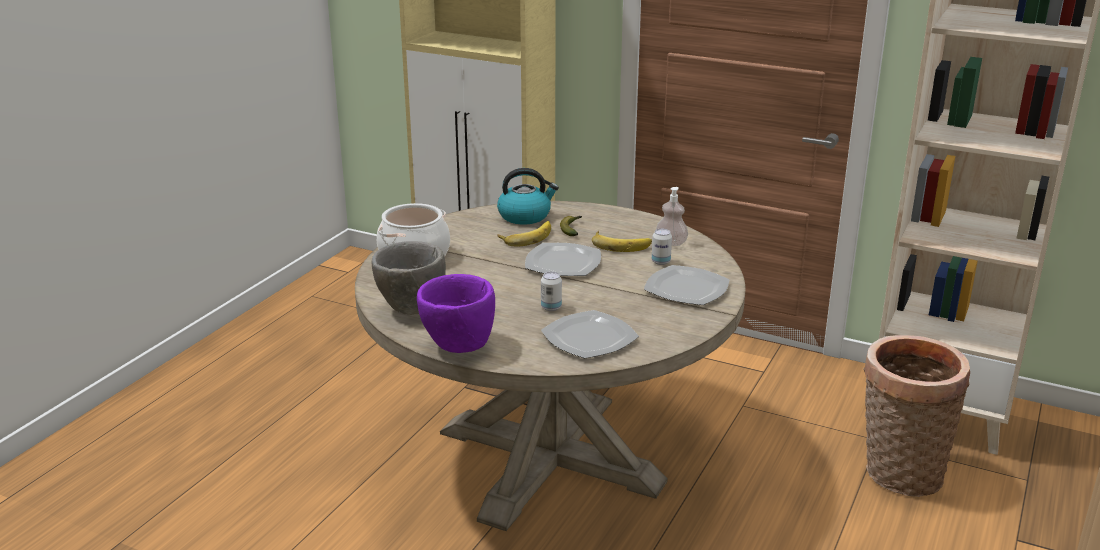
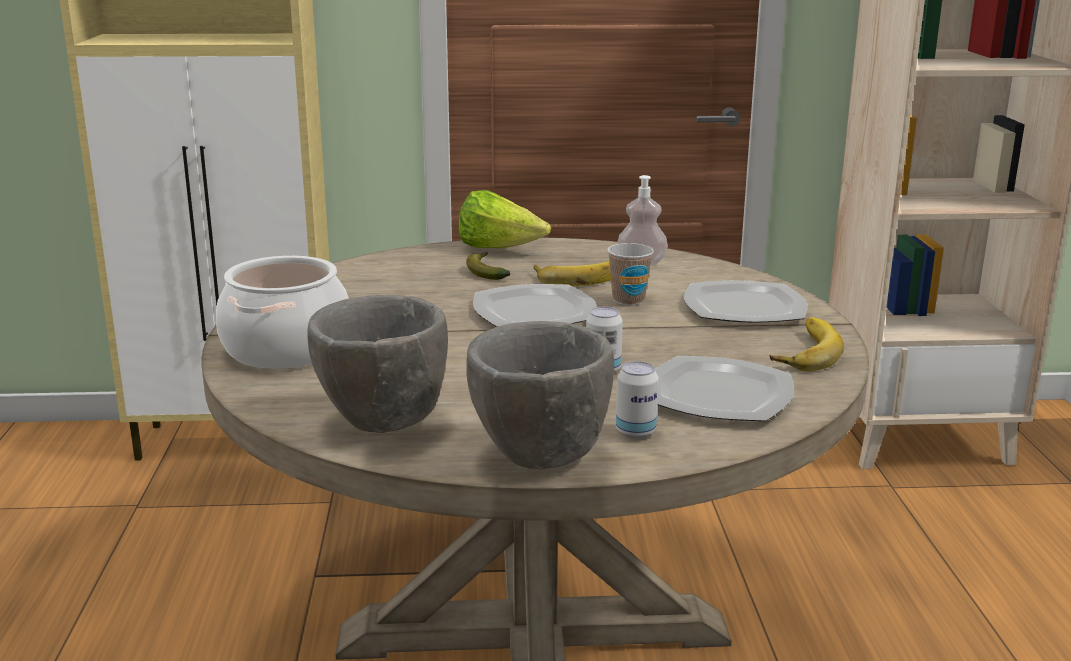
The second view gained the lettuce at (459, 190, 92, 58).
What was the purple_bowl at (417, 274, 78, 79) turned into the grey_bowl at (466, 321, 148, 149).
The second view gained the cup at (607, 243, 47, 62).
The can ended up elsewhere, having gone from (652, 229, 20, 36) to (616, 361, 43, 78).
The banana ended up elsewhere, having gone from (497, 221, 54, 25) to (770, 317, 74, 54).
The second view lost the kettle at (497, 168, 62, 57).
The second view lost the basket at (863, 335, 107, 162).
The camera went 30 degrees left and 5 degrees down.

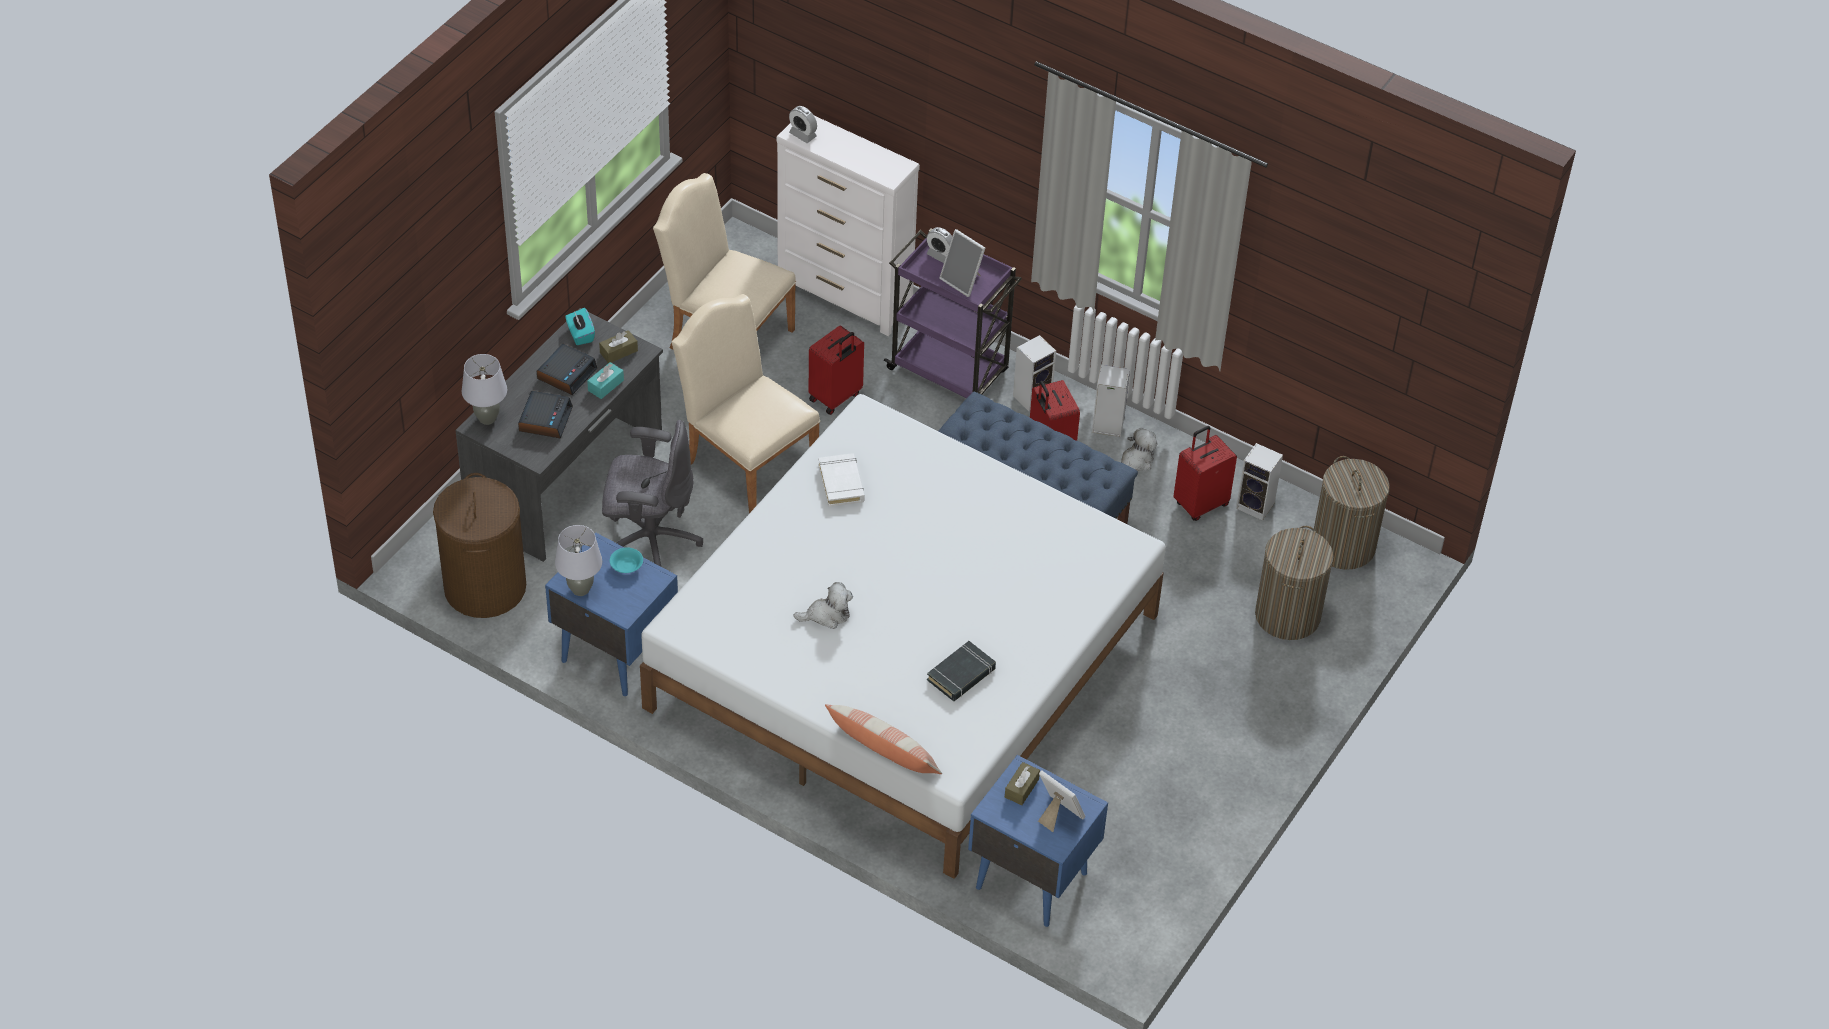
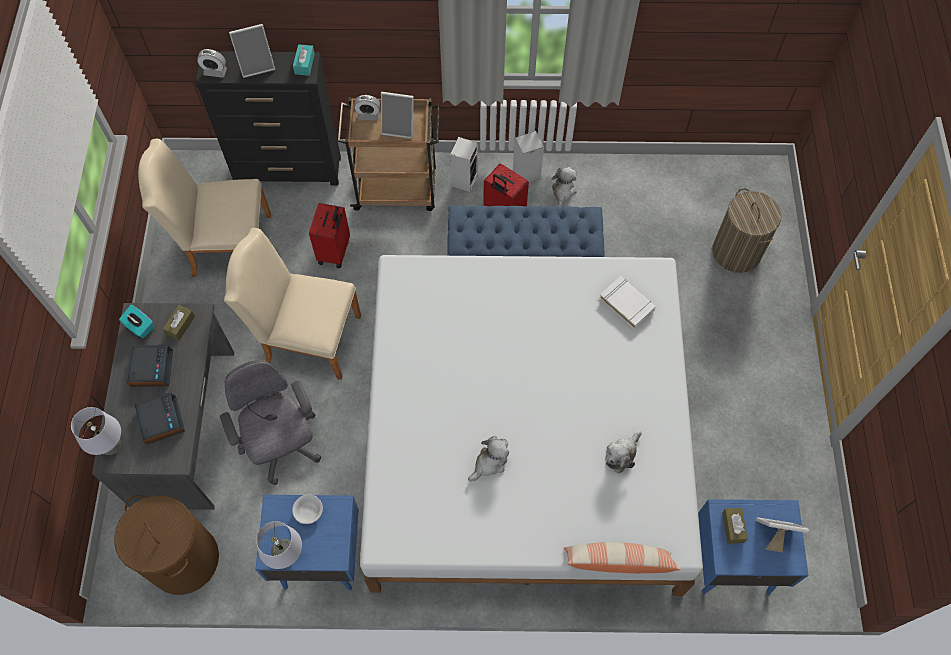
What was the white_dresser at (776, 116, 144, 220) turned into the black_dresser at (195, 51, 146, 135).
The grey_office_chair at (602, 420, 101, 146) ended up facing another way, 90 degrees counterclockwise from before.
The second view gained the picture_frame at (229, 24, 46, 54).
What was the turquoise_bowl at (610, 547, 33, 26) turned into the white_bowl at (292, 495, 31, 29).
The turquoise_tissue_box ended up elsewhere, having gone from (587, 362, 37, 37) to (293, 44, 22, 32).
What was the purple_cart at (884, 228, 138, 170) turned into the brown_cart at (337, 98, 103, 113).
The white_book ended up elsewhere, having gone from (818, 453, 47, 54) to (599, 276, 57, 53).
Where the black_book stood at (927, 641, 69, 60), the plush_toy came to stand at (605, 432, 37, 41).
The second view lost the red_suitcase at (1173, 426, 64, 95).
The second view lost the speaker at (1236, 443, 47, 78).
The second view lost the laundry_basket at (1314, 456, 76, 114).
The camera went 30 degrees left and 15 degrees up.

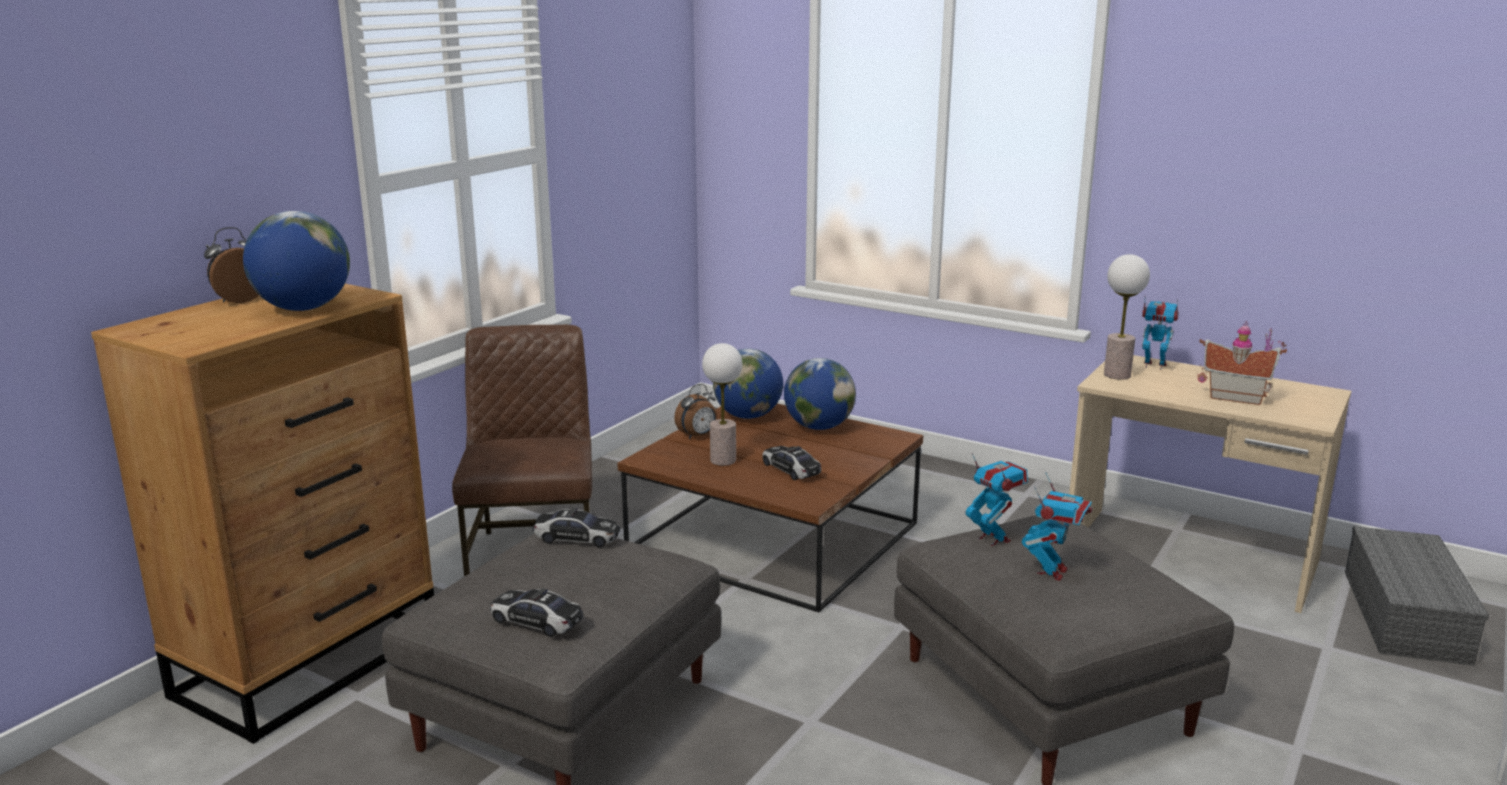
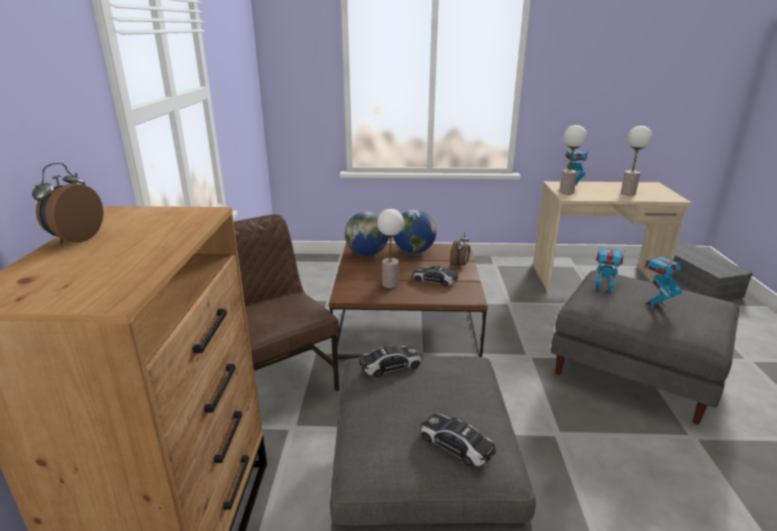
The toy_car at (490, 588, 94, 49) ended up facing another way, 45 degrees clockwise from before.
The alarm_clock ended up elsewhere, having gone from (674, 384, 43, 55) to (450, 233, 20, 36).
Where the toy_house stood at (1198, 321, 89, 84), the table_lamp came to stand at (621, 126, 31, 69).
The toy_robot at (1022, 472, 71, 109) ended up facing another way, 120 degrees counterclockwise from before.
The second view lost the globe at (243, 211, 107, 100).
The camera went 30 degrees left and 5 degrees up.

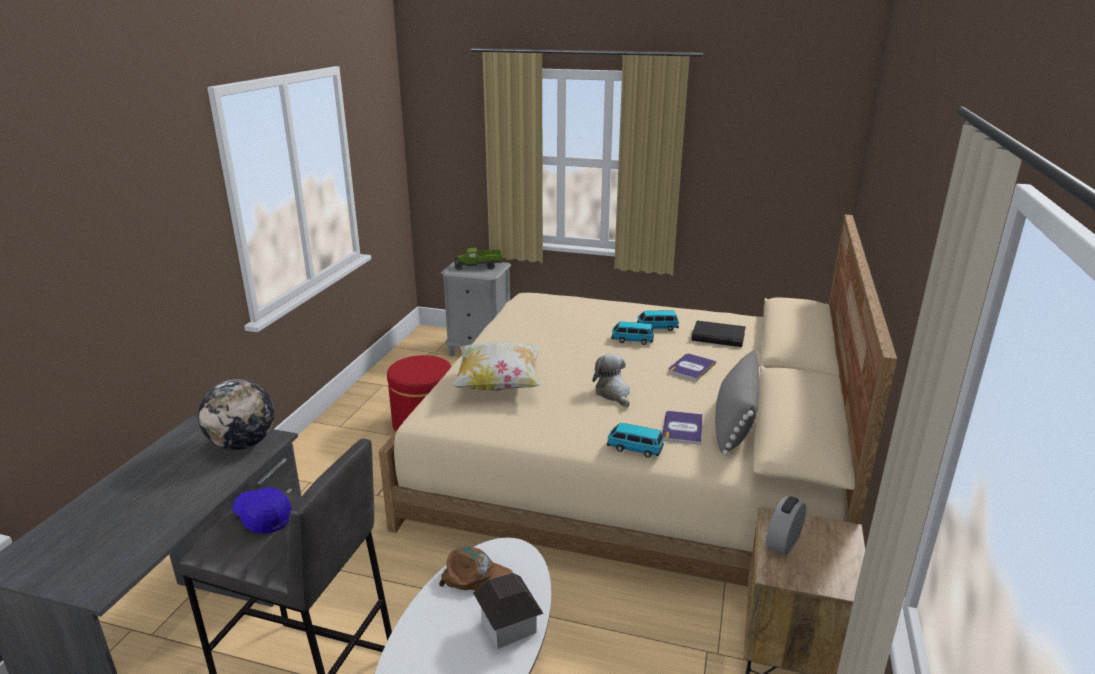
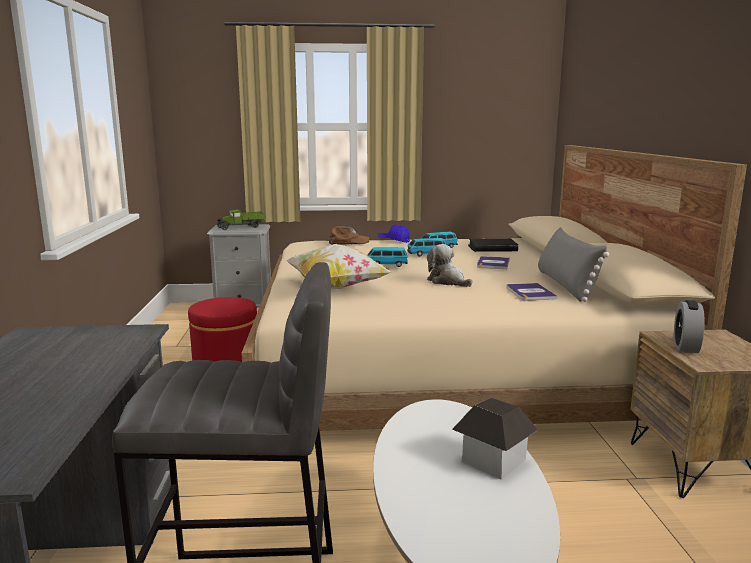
The brown_cap ended up elsewhere, having gone from (439, 547, 74, 44) to (329, 226, 41, 19).
The toy_car ended up elsewhere, having gone from (607, 423, 57, 35) to (367, 247, 41, 20).
The blue_cap ended up elsewhere, having gone from (233, 487, 59, 47) to (378, 225, 32, 18).
The second view lost the globe at (198, 379, 77, 71).
The camera went 20 degrees left and 10 degrees down.

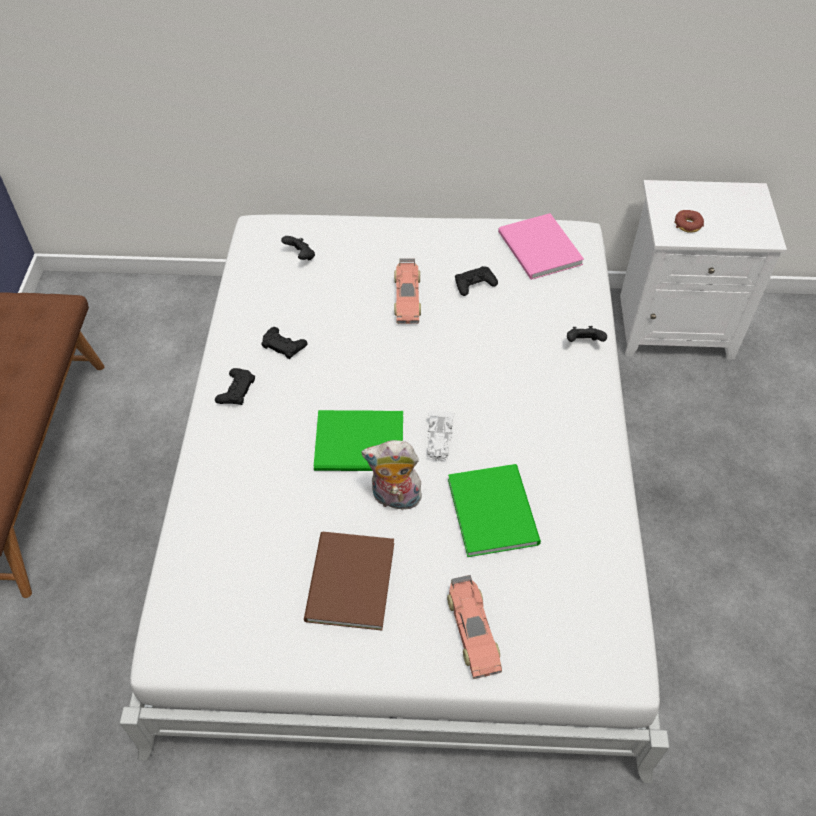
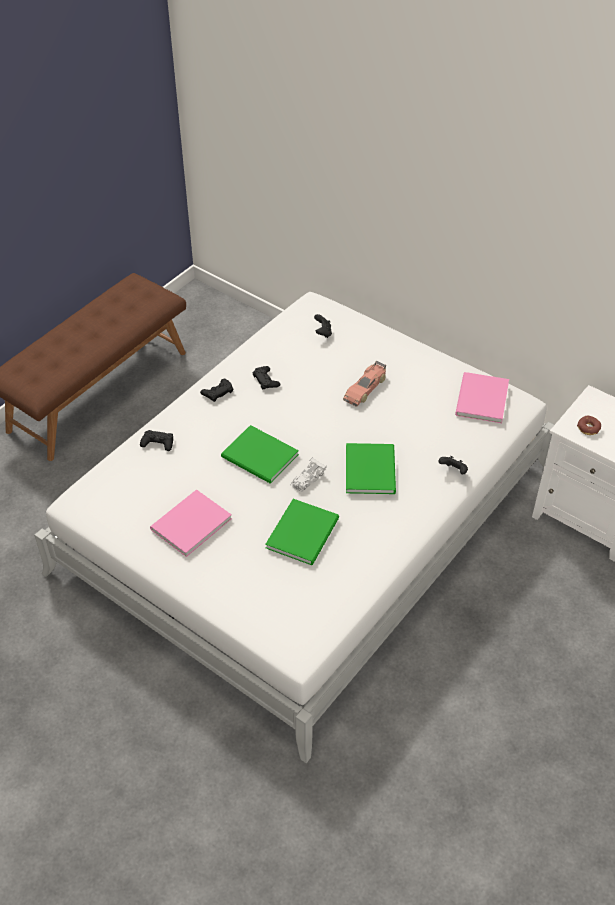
The black_game_controller ended up elsewhere, having gone from (455, 266, 43, 30) to (140, 430, 33, 21).
What was the brown_book at (304, 532, 90, 98) turned into the pink_book at (150, 490, 82, 67).
The second view gained the green_book at (346, 443, 50, 51).
The second view lost the plush_toy at (361, 440, 61, 74).
The second view lost the toy_car at (447, 575, 55, 104).
The camera went 35 degrees right and 5 degrees down.

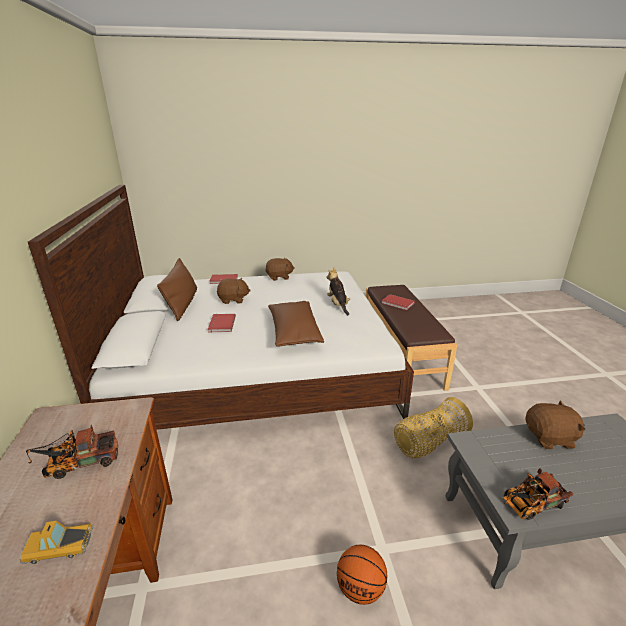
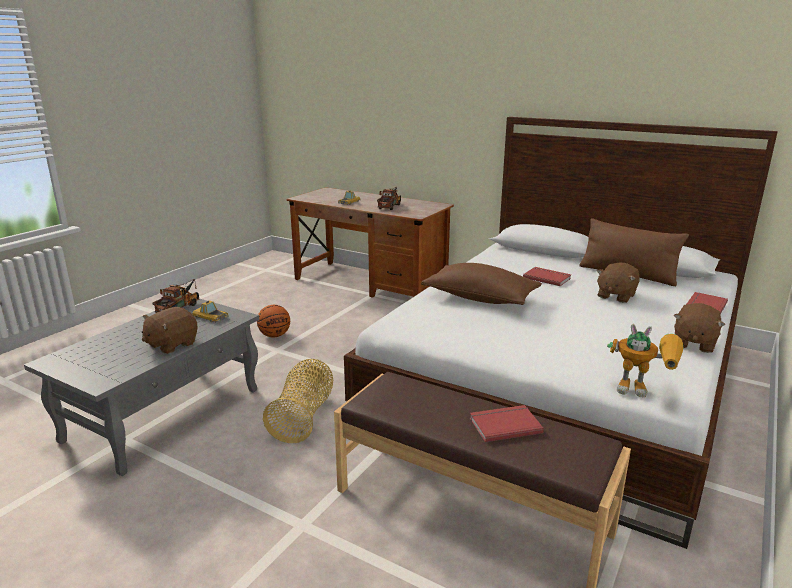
The second view gained the toy_car at (192, 301, 37, 21).
The second view gained the toy_robot at (607, 324, 76, 74).
The second view lost the plush_toy at (327, 268, 23, 47).
The camera went 130 degrees right and 5 degrees down.

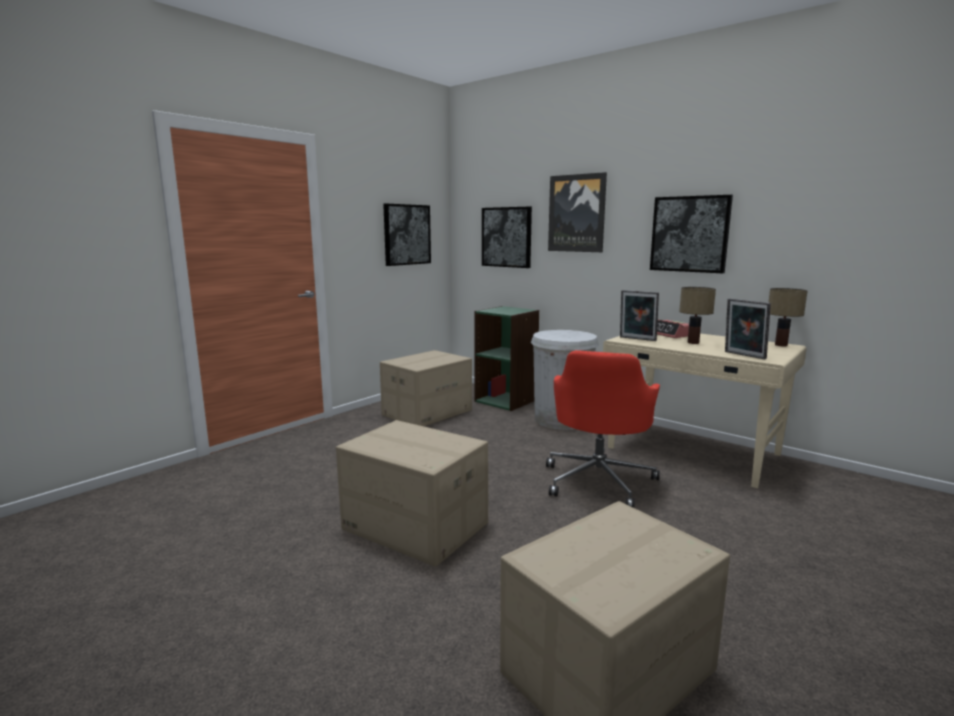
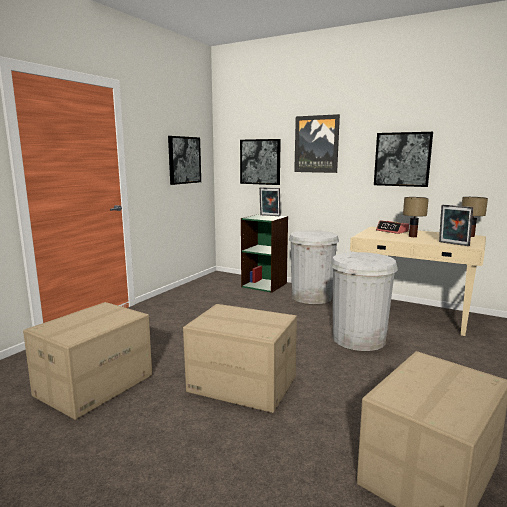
The cardboard_box ended up elsewhere, having gone from (380, 350, 92, 76) to (23, 302, 129, 118).
The picture_frame ended up elsewhere, having gone from (620, 290, 39, 51) to (259, 187, 21, 29).
Where the red_office_chair stood at (546, 350, 114, 158), the white_trash_can came to stand at (330, 252, 68, 99).
The camera went 10 degrees left and 0 degrees up.

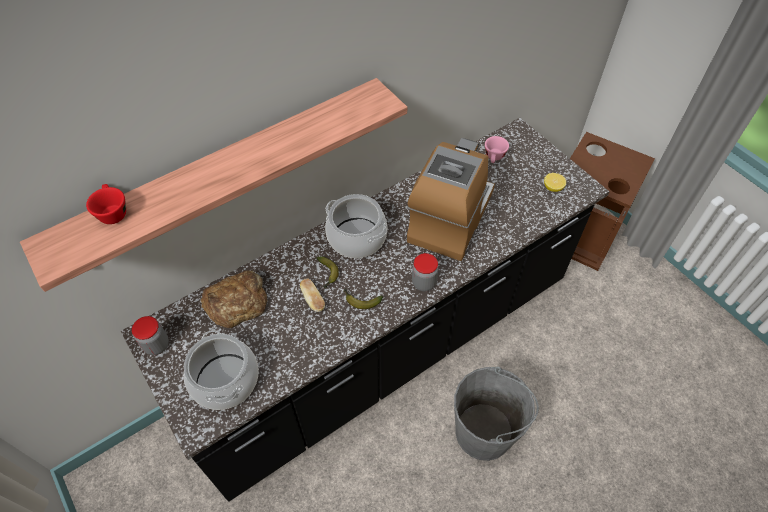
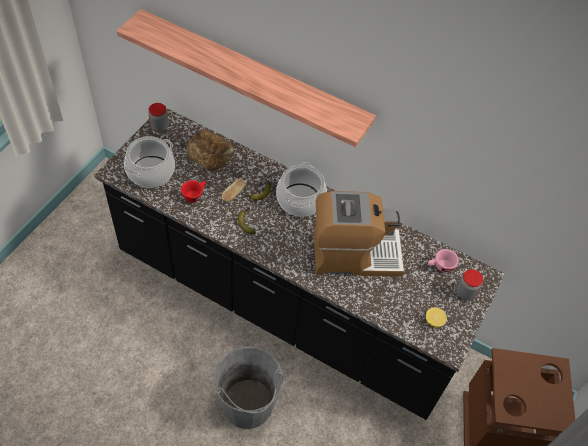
The red_cup ended up elsewhere, having gone from (86, 184, 40, 40) to (181, 180, 25, 23).
The jar ended up elsewhere, having gone from (412, 253, 26, 38) to (456, 269, 27, 31).
The camera went 60 degrees right and 0 degrees up.

